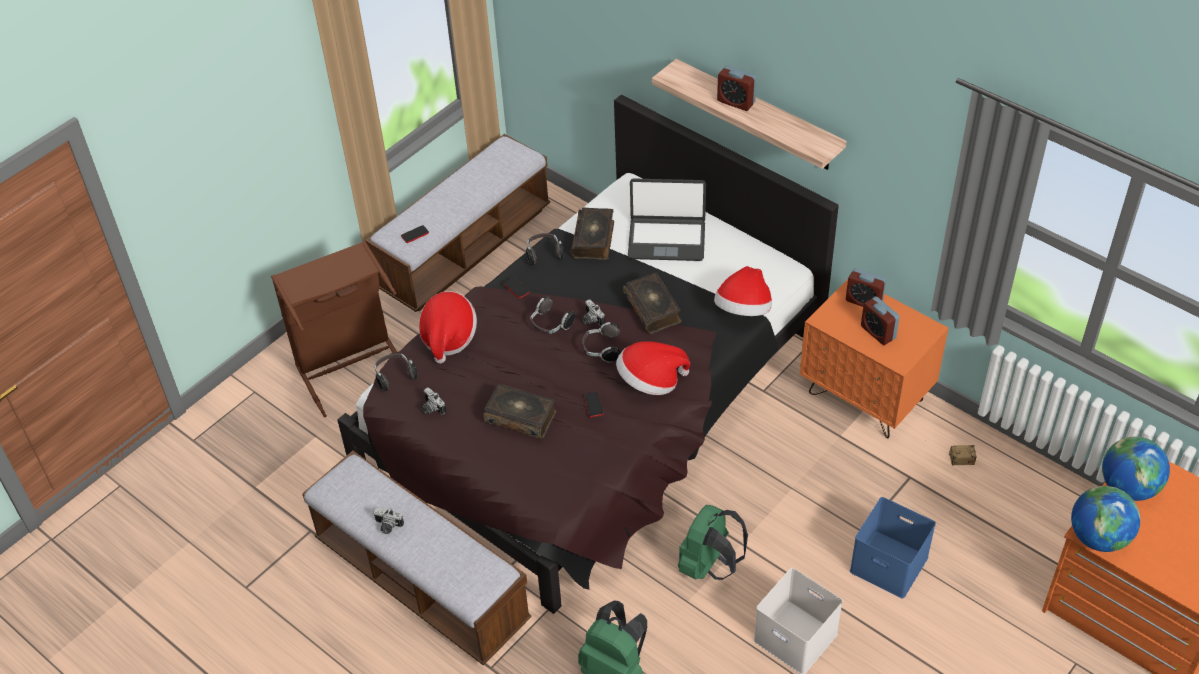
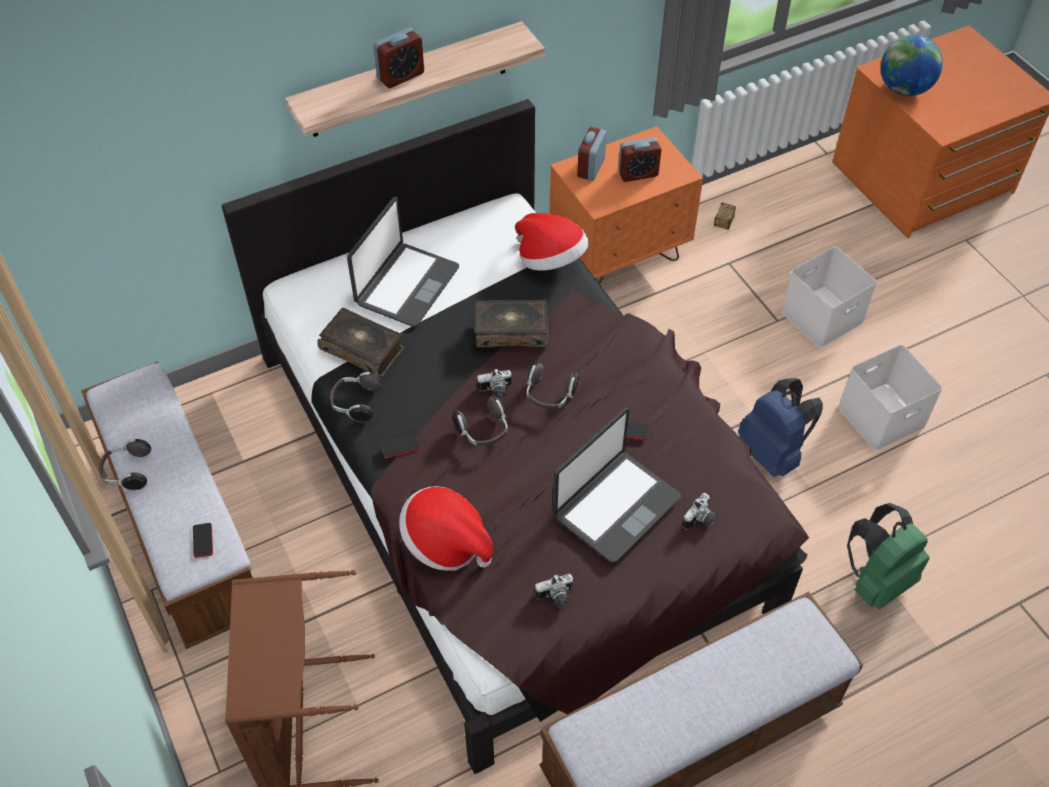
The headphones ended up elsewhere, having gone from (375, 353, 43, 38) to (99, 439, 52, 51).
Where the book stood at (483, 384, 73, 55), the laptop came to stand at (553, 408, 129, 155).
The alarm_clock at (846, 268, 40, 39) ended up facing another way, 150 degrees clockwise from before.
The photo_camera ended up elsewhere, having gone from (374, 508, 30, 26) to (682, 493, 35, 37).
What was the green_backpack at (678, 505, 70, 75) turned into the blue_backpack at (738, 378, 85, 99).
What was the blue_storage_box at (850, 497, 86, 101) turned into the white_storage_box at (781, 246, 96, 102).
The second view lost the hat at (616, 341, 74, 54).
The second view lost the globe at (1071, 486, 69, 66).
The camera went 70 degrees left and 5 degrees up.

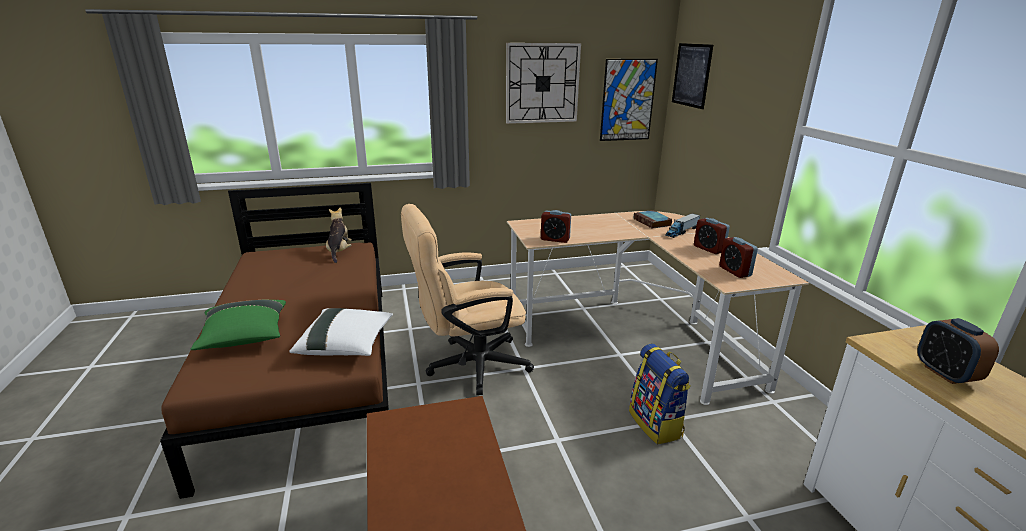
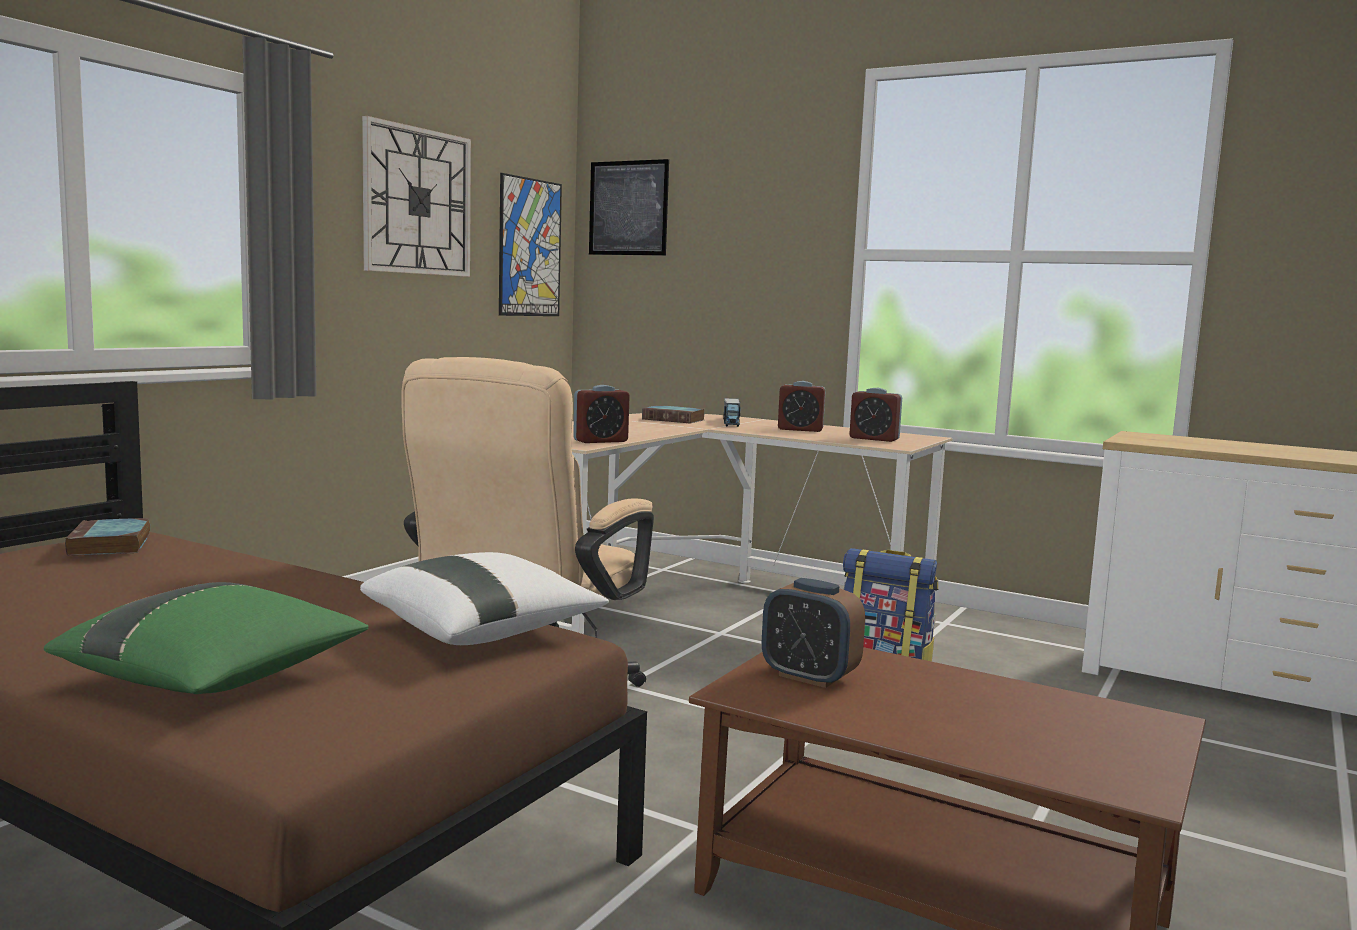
Where the plush_toy stood at (326, 208, 26, 55), the book came to stand at (65, 518, 85, 38).
The alarm_clock ended up elsewhere, having gone from (918, 318, 81, 66) to (762, 578, 103, 110).
The camera went 45 degrees left and 15 degrees down.

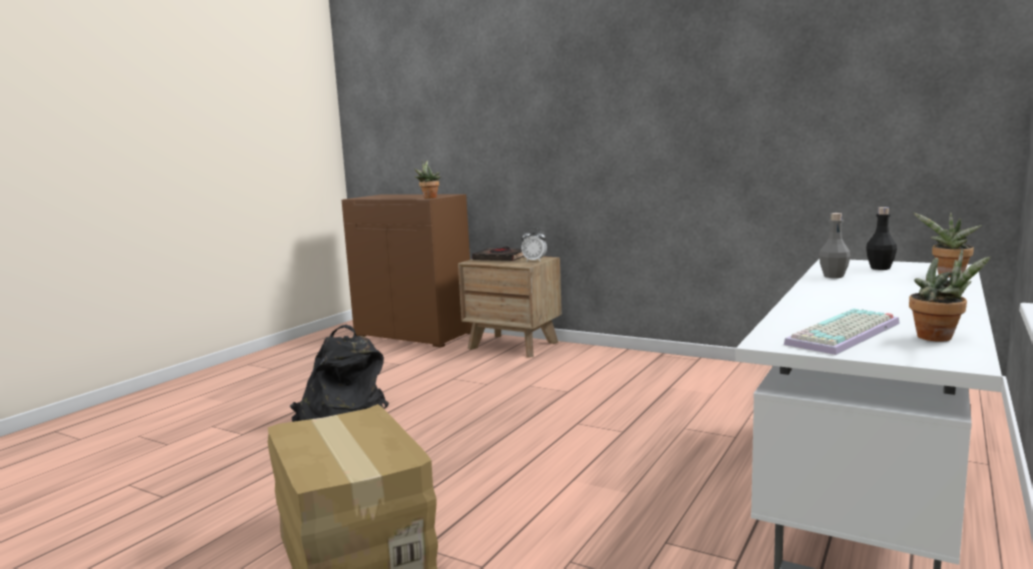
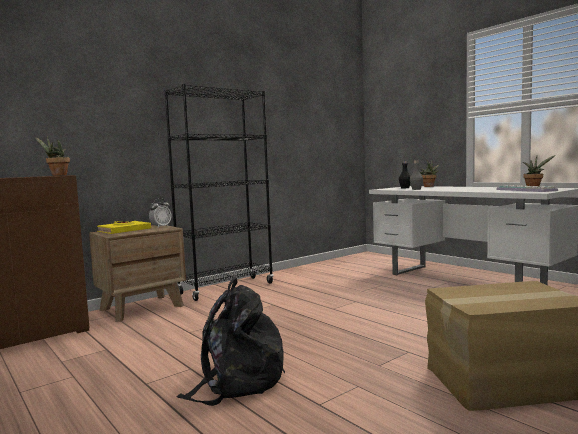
What was the black_book at (472, 247, 53, 14) turned into the yellow_book at (97, 221, 54, 13).
The second view gained the black_bookcase at (164, 84, 109, 217).
The camera went 70 degrees left and 5 degrees down.

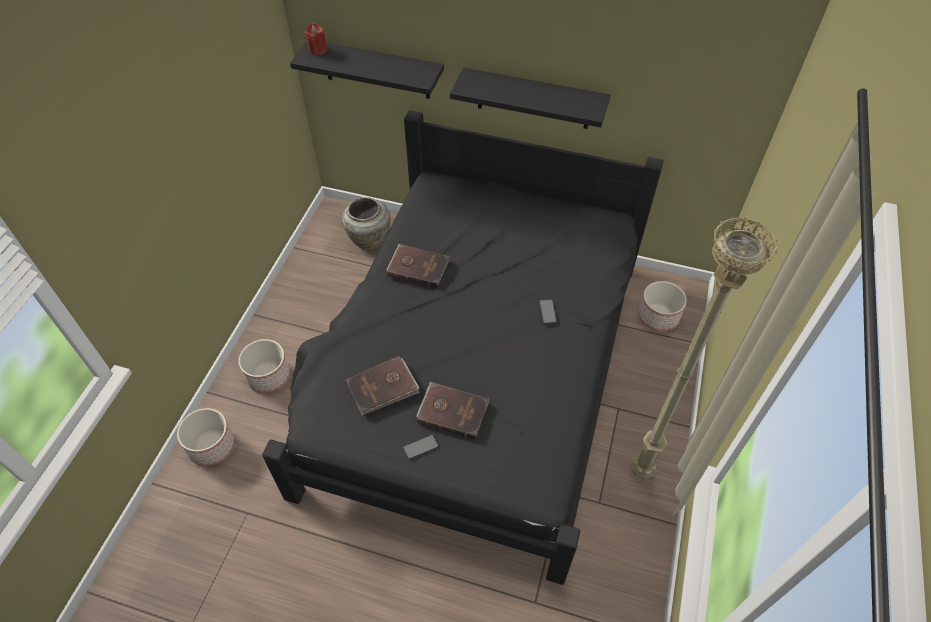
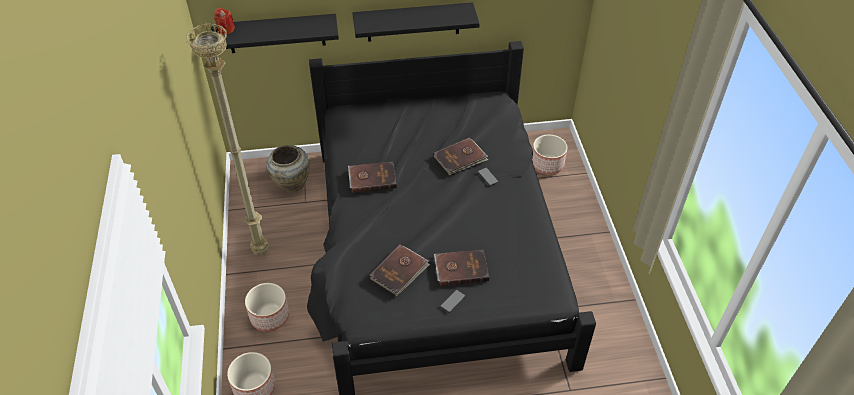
The beige_floor_lamp ended up elsewhere, having gone from (631, 216, 147, 263) to (186, 23, 83, 232).
The second view gained the brown_book at (433, 137, 55, 39).
The camera went 25 degrees left and 5 degrees down.

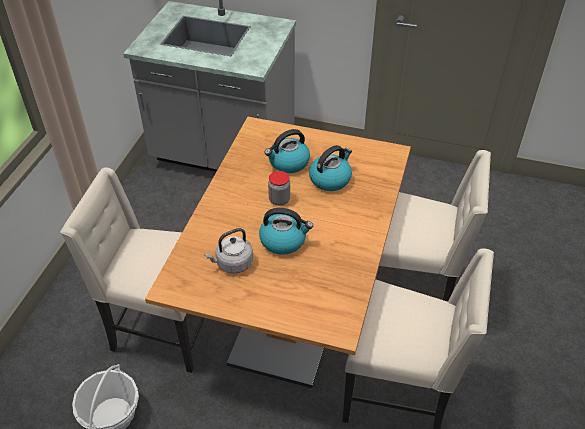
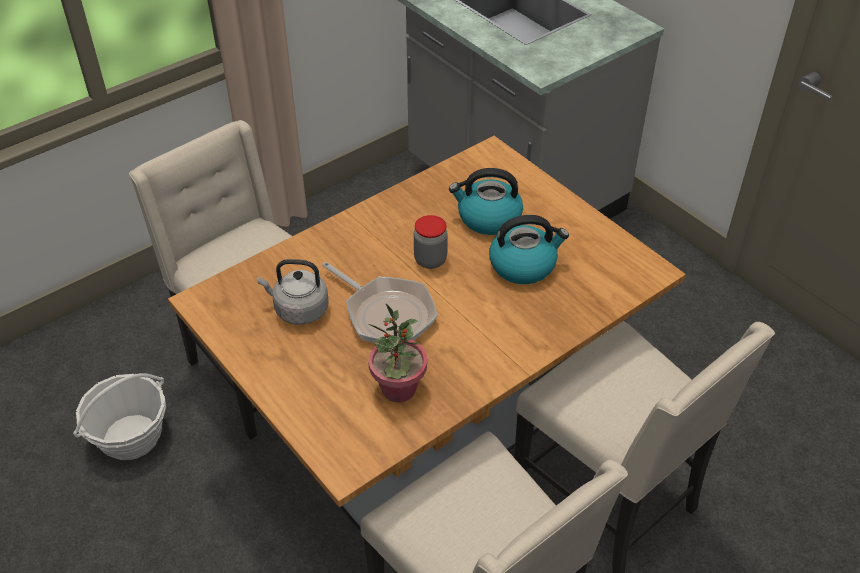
Where the kettle stood at (259, 208, 54, 47), the frying_pan came to stand at (322, 262, 116, 81).
The second view gained the potted_plant at (368, 304, 59, 98).
The camera went 35 degrees right and 0 degrees up.

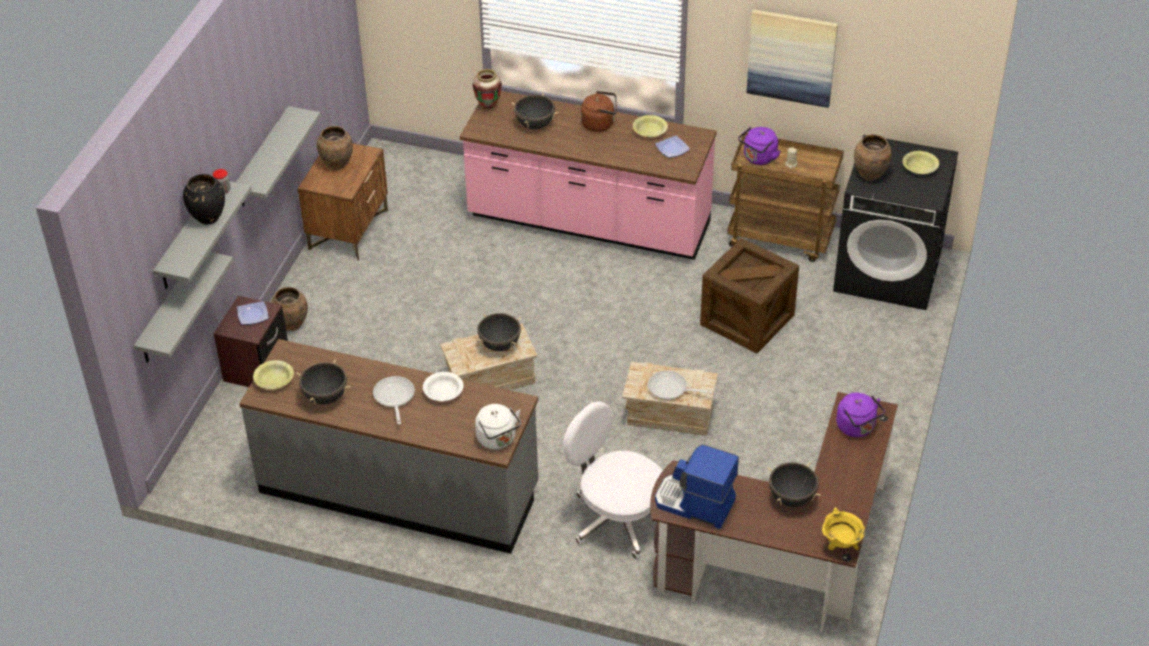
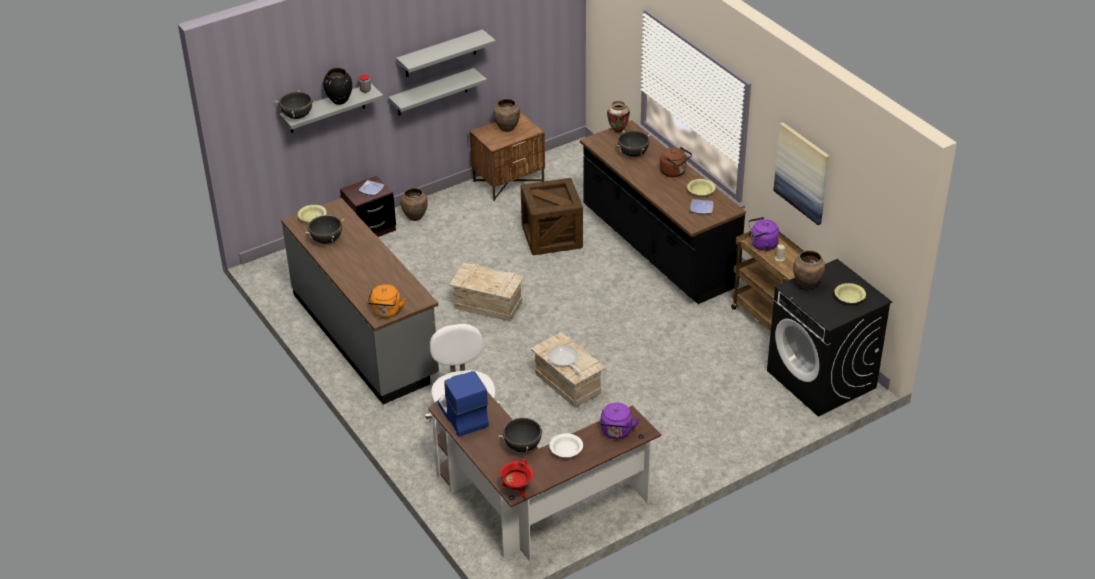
The black_cooking_pot ended up elsewhere, having gone from (477, 313, 44, 38) to (275, 90, 41, 29).
What was the white_kettle at (475, 404, 46, 45) turned into the orange_kettle at (367, 284, 39, 34).
The grey_shelf ended up elsewhere, having gone from (134, 252, 100, 111) to (396, 29, 100, 48).
What was the yellow_cooking_pot at (822, 508, 43, 42) turned into the red_cooking_pot at (500, 459, 33, 39).
The crate ended up elsewhere, having gone from (700, 238, 99, 115) to (521, 178, 62, 77).
The white_bowl ended up elsewhere, having gone from (423, 372, 40, 29) to (549, 433, 34, 24).
What was the pink_counter at (460, 91, 257, 169) turned into the black_counter at (580, 120, 166, 184).
The second view lost the frying_pan at (373, 376, 42, 49).
The camera went 40 degrees right and 5 degrees down.

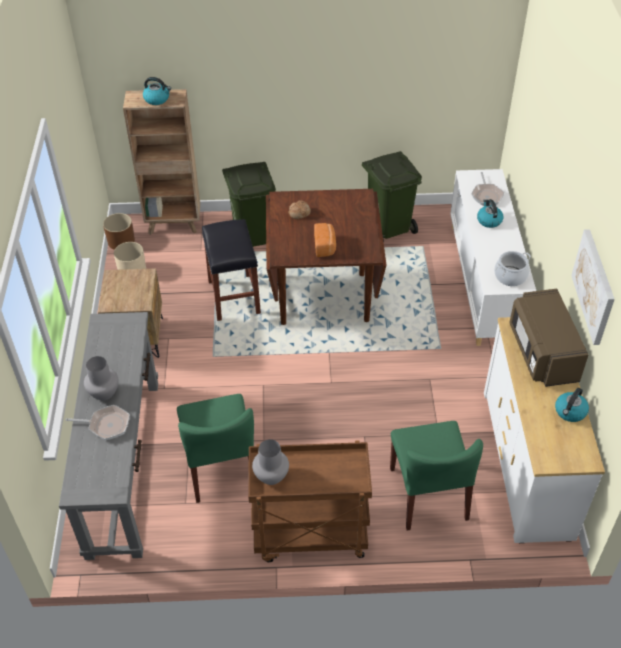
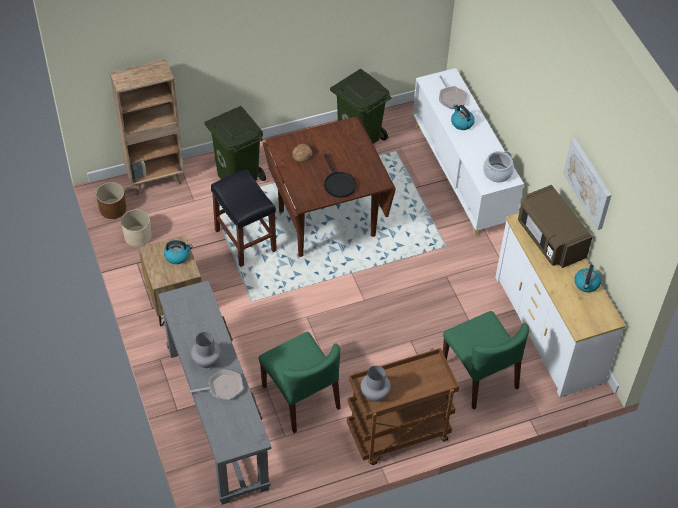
The kettle ended up elsewhere, having gone from (143, 77, 28, 28) to (164, 240, 29, 24).
Where the bread stood at (314, 223, 22, 34), the black_frying_pan came to stand at (324, 154, 32, 44).
The camera went 20 degrees left and 5 degrees up.

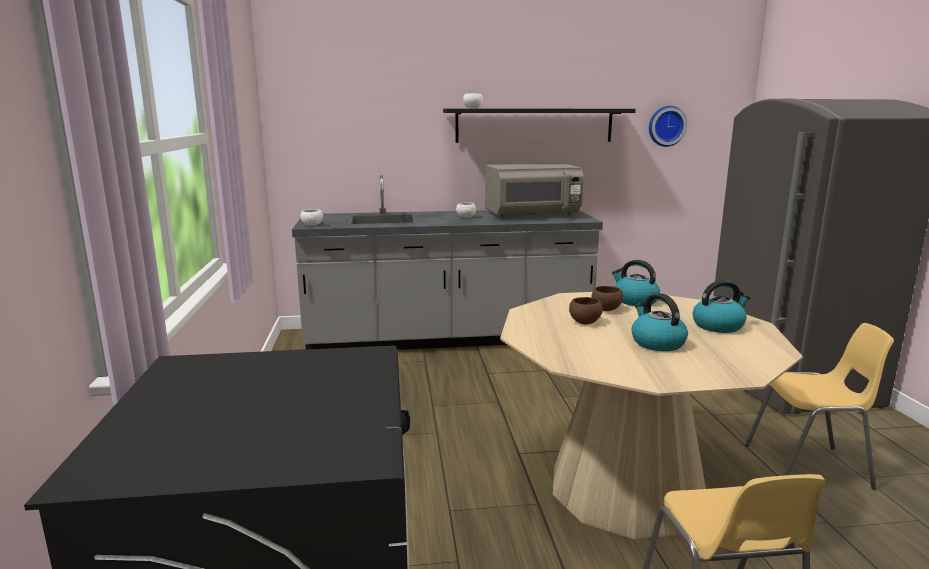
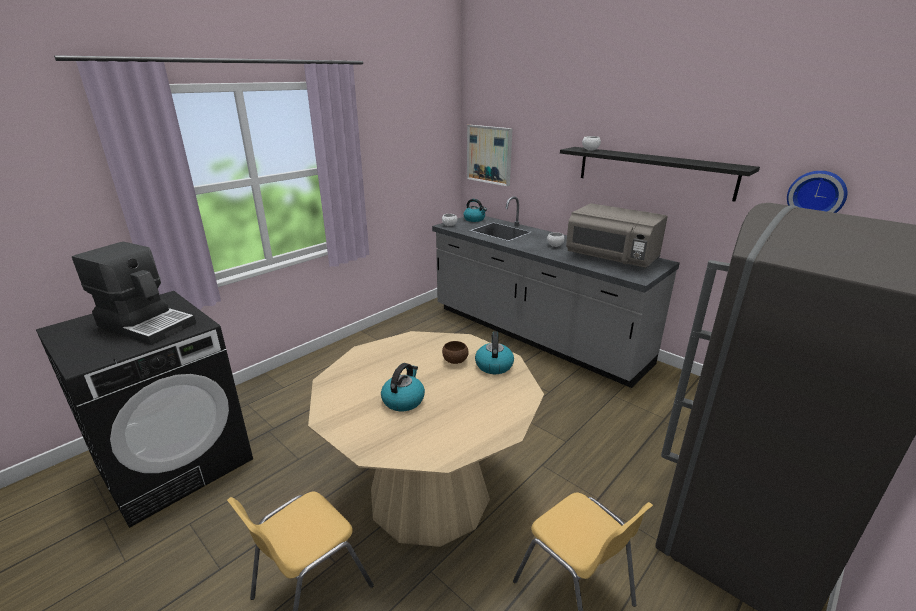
The second view gained the coffee_machine at (72, 242, 124, 103).
The kettle ended up elsewhere, having gone from (693, 280, 57, 53) to (463, 199, 24, 23).
The second view gained the picture at (467, 125, 45, 61).
The second view lost the brown_bowl at (569, 297, 34, 27).
The camera went 50 degrees right and 10 degrees up.

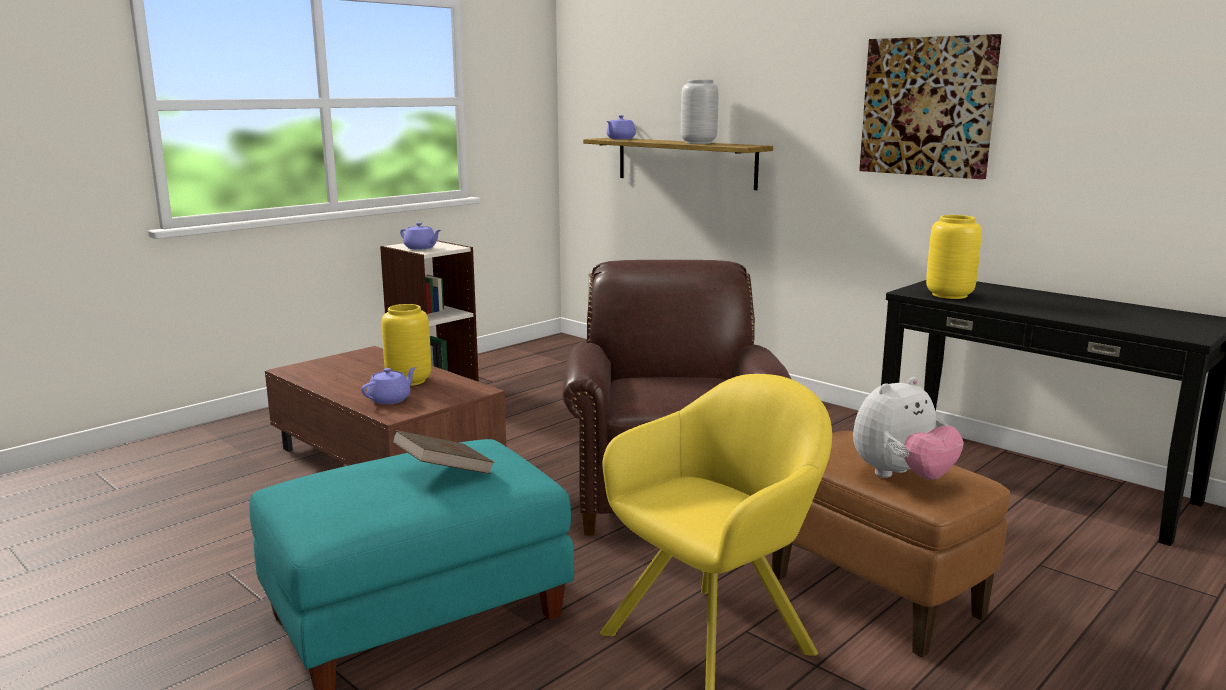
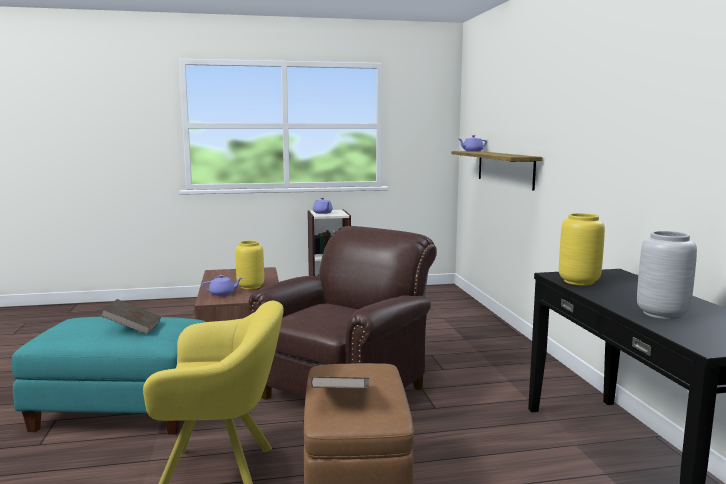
Where the plush_toy stood at (853, 377, 111, 103), the brown_book came to stand at (311, 377, 59, 12).
The grey_vase ended up elsewhere, having gone from (681, 80, 37, 64) to (637, 231, 60, 89).
The second view lost the picture at (859, 34, 143, 145).
The camera went 35 degrees right and 5 degrees down.

